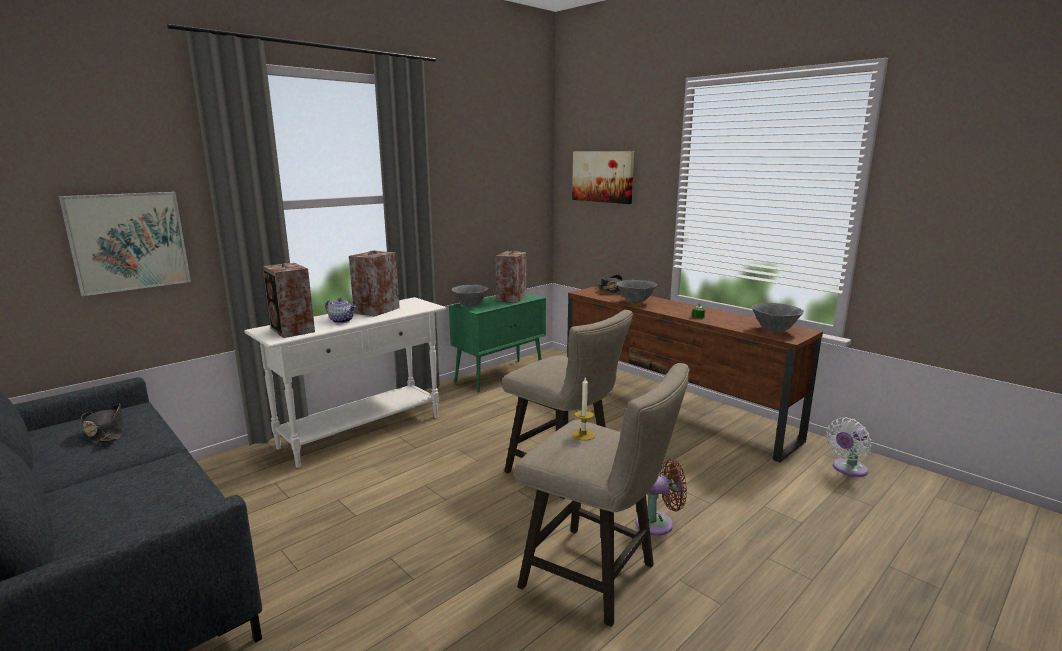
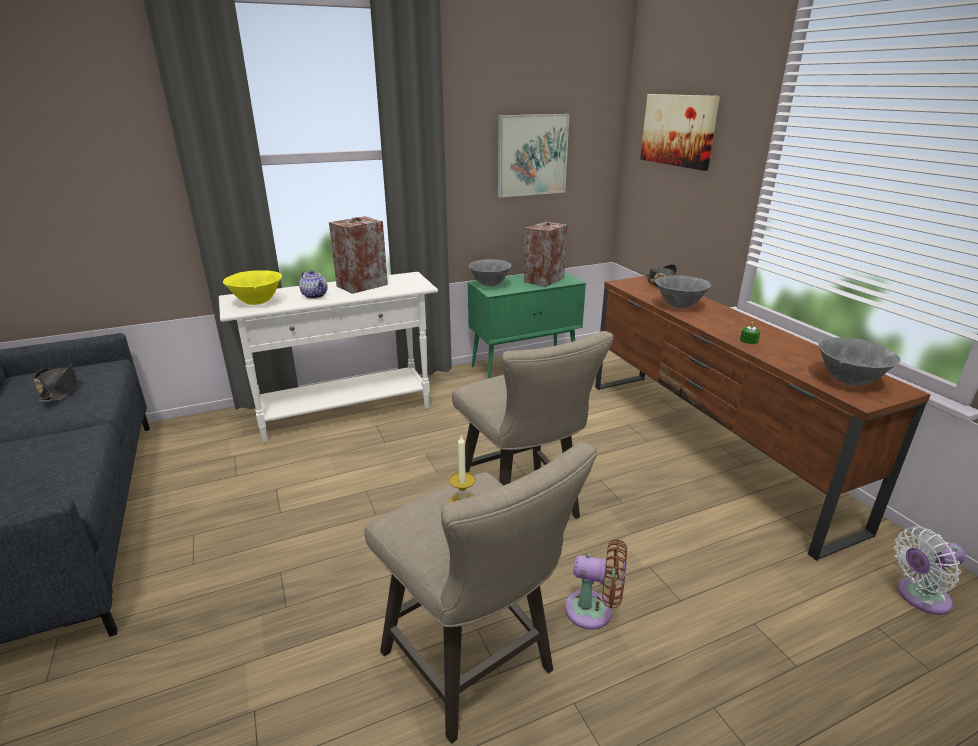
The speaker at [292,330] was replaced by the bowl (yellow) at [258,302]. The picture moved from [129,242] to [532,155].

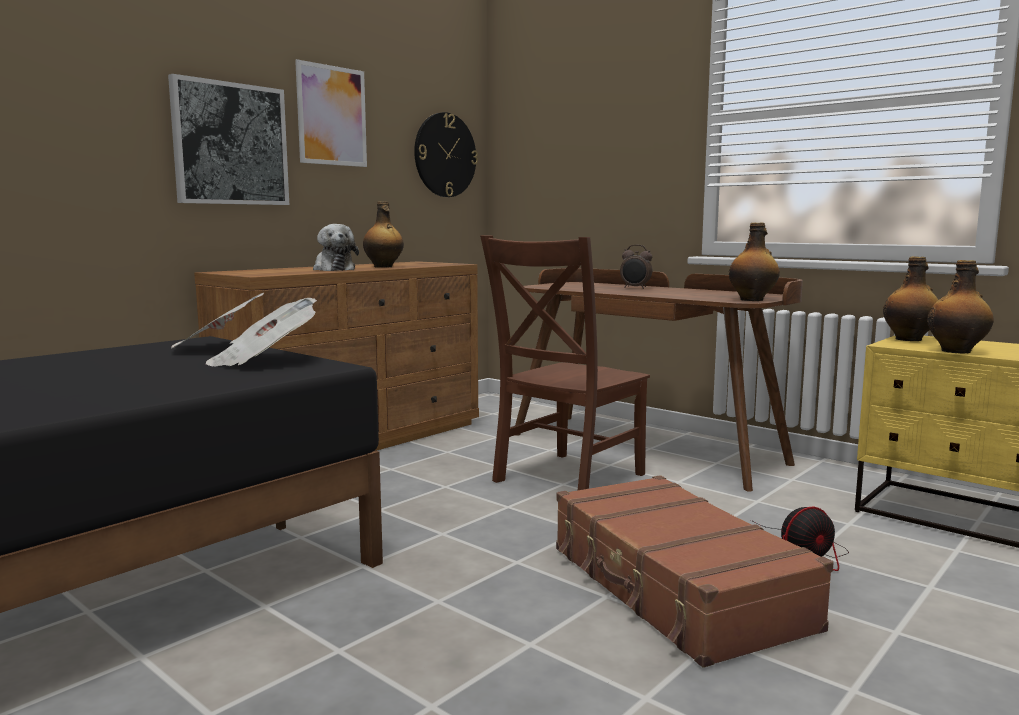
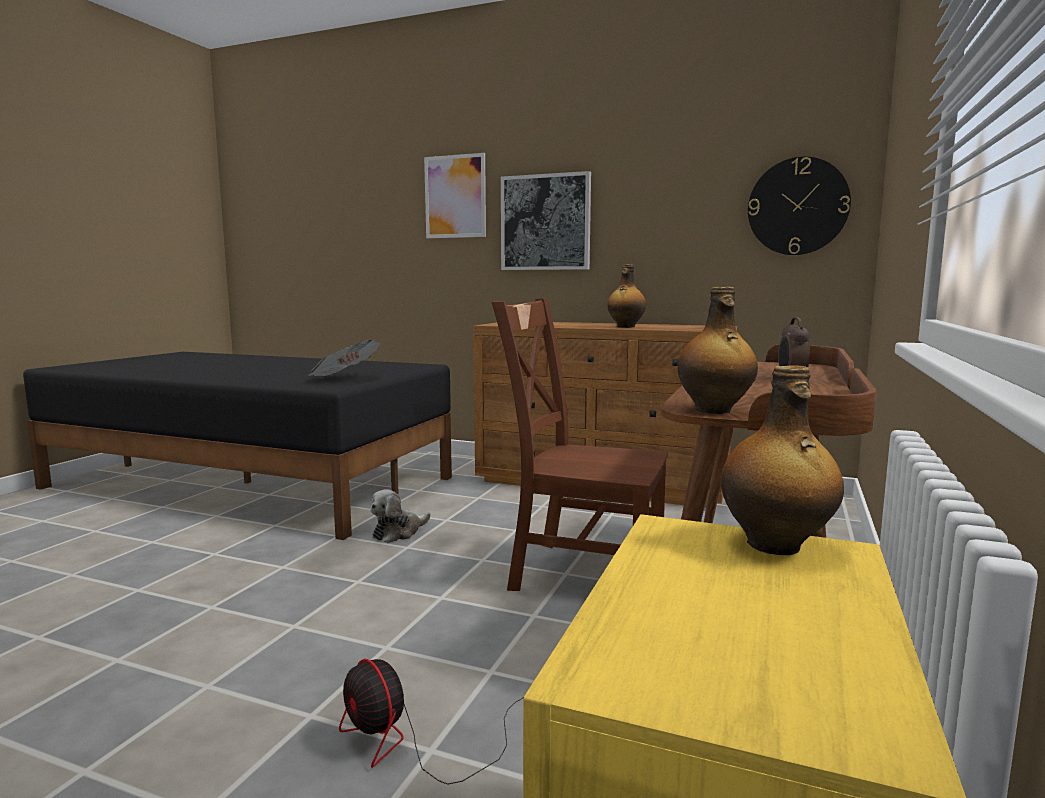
The plush toy moved from [333,269] to [398,532]. The picture moved from [332,115] to [455,196]. The newspaper at [216,348] disappeared. The suitcase (brown) at [675,588] disappeared. The bottle at [957,351] disappeared.

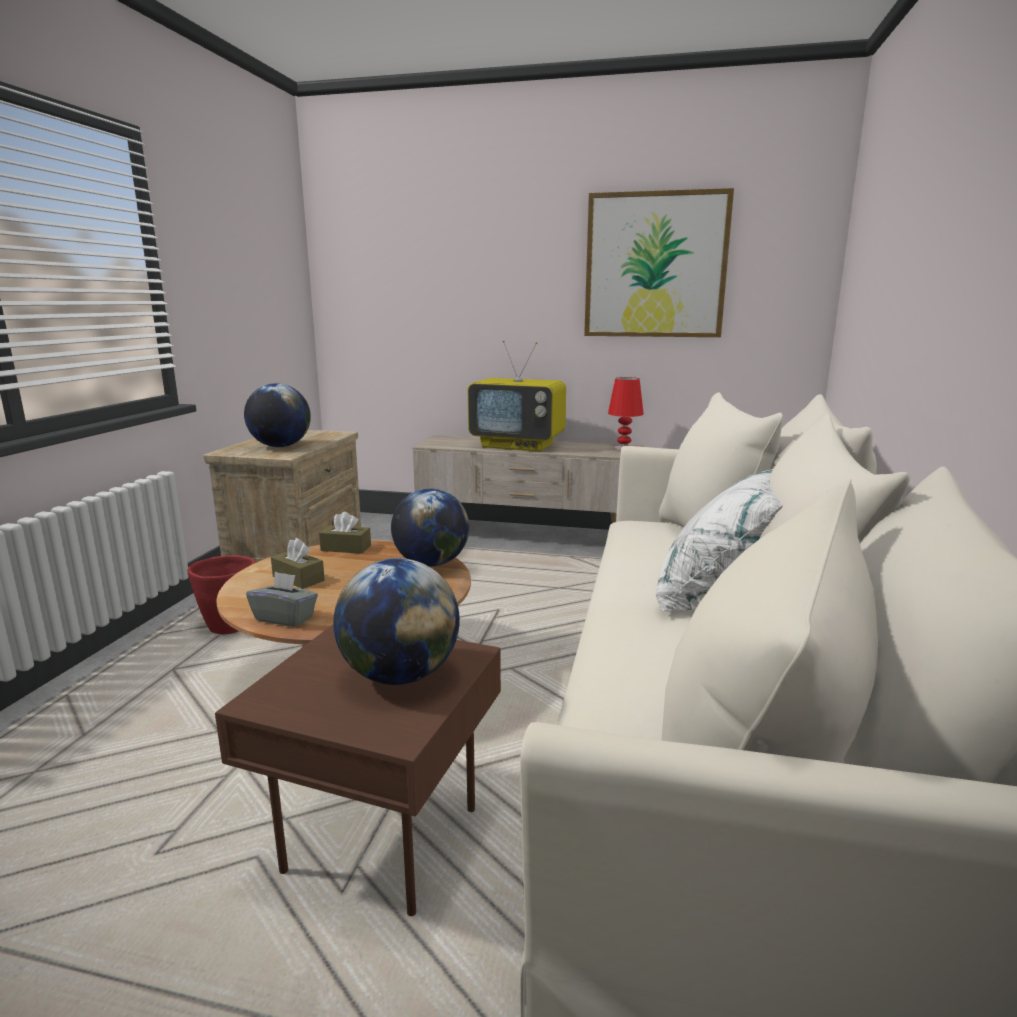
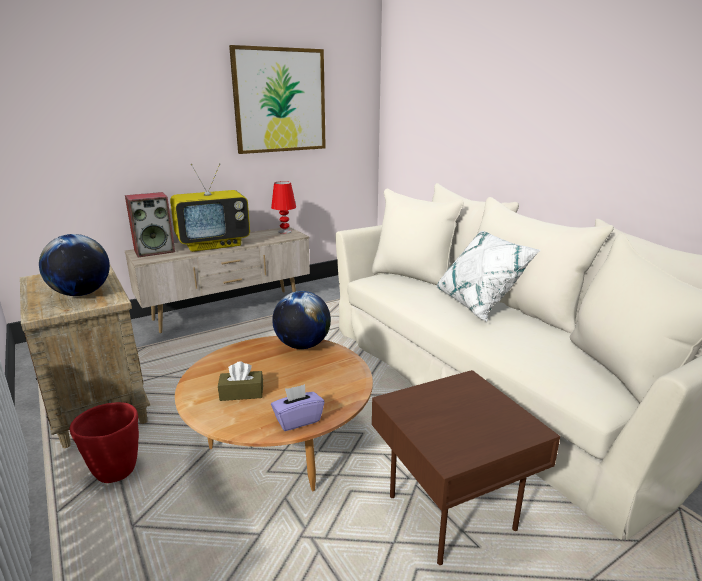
The speaker at [155,251] appeared. The tissue box (grey) at [285,618] became the tissue box (purple) at [298,420]. The tissue box (brown) at [346,548] disappeared. The globe at [400,675] disappeared.

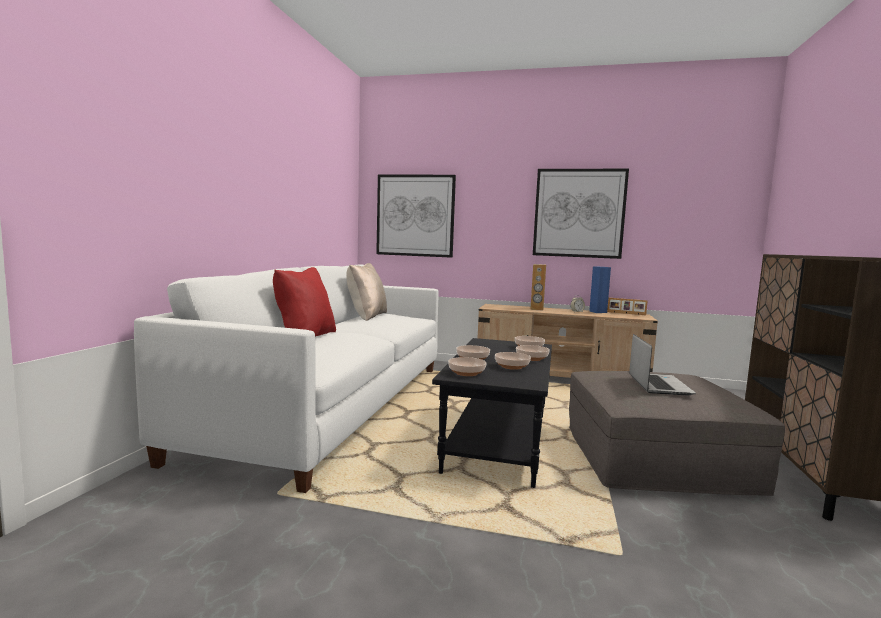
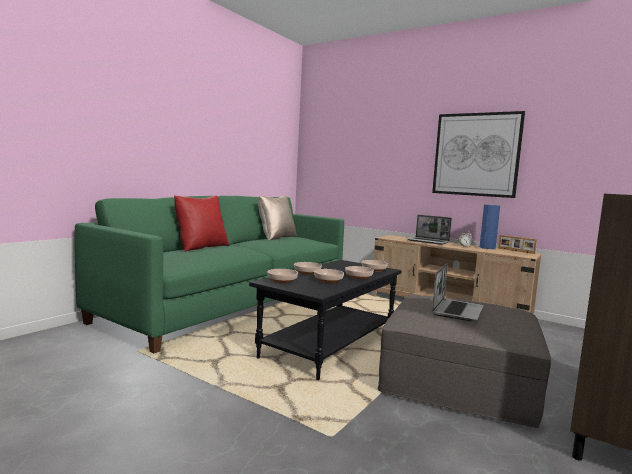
The sofa (white) at [332,405] became the sofa (green) at [233,303]. The speaker (brown) at [536,309] was replaced by the laptop at [429,241]. The picture at [415,215] disappeared.

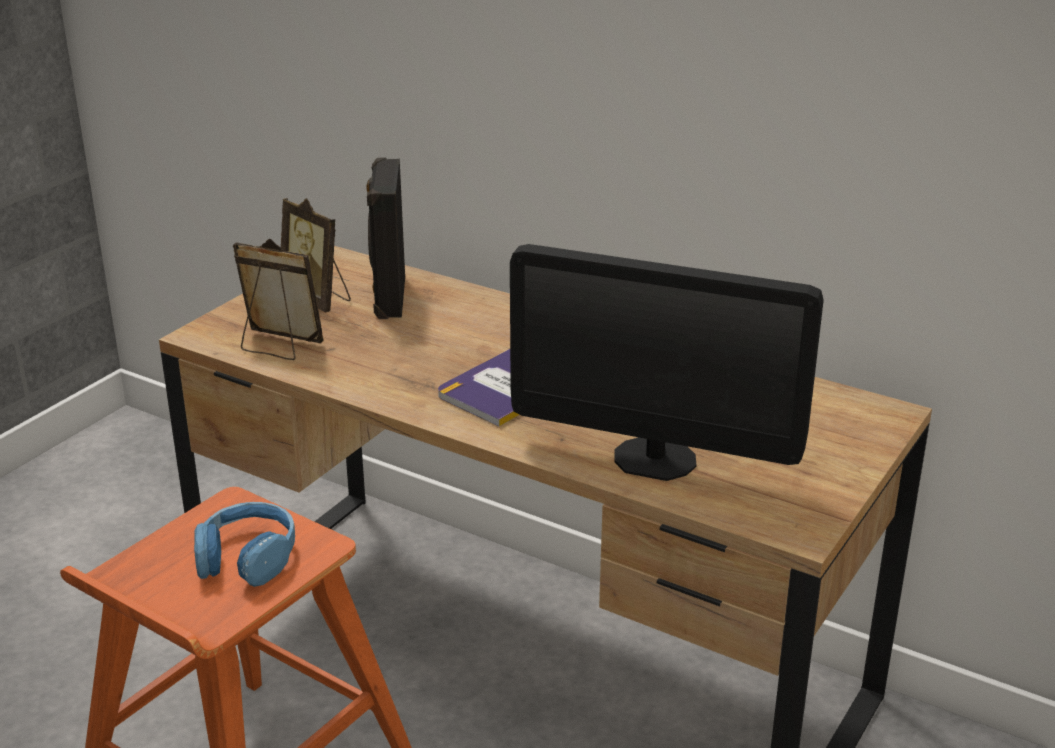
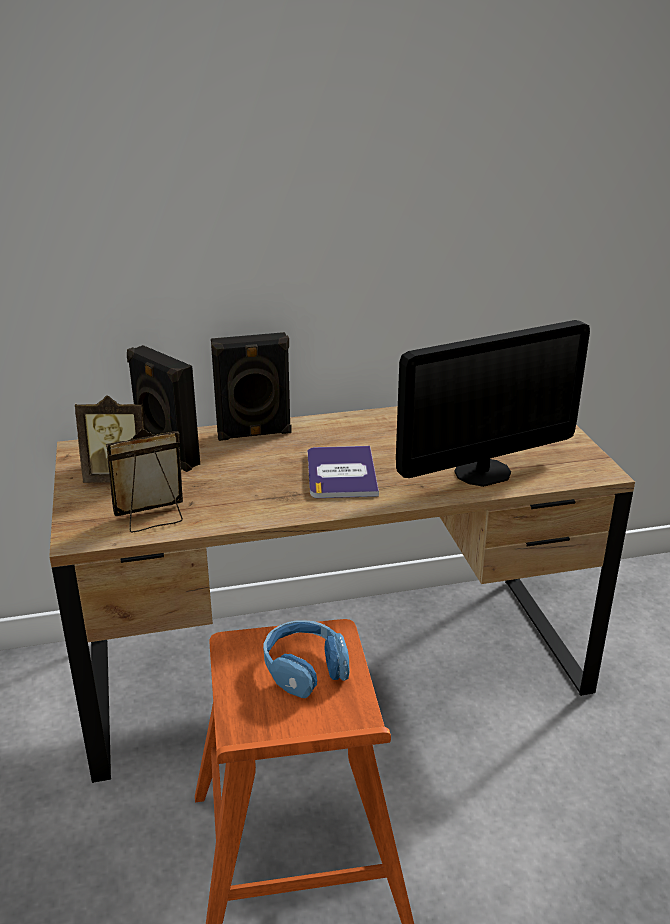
The speaker (black) at [254,434] appeared.

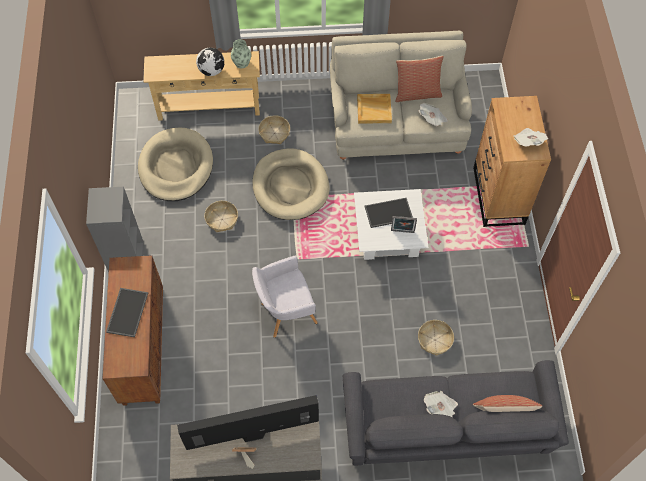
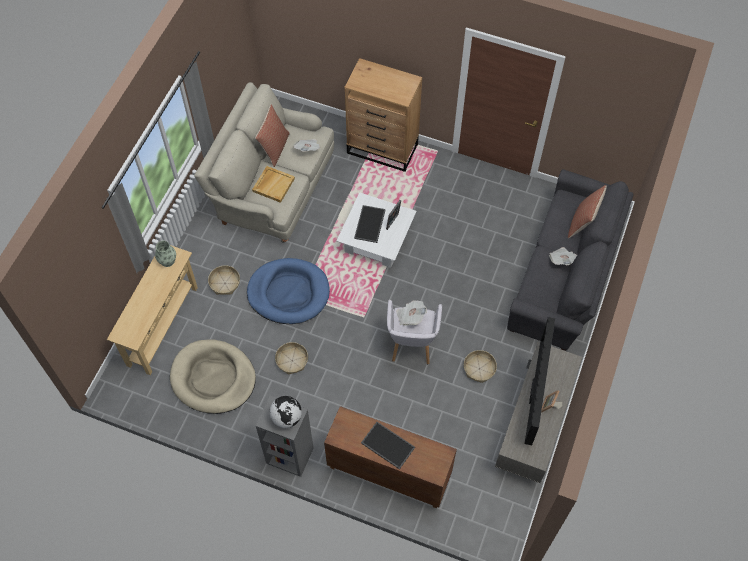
The dog bed (beige) at [290,186] became the dog bed (blue) at [288,293]. The globe moved from [212,71] to [286,417]. The newspaper moved from [528,142] to [410,316]. The basket moved from [434,339] to [479,368].

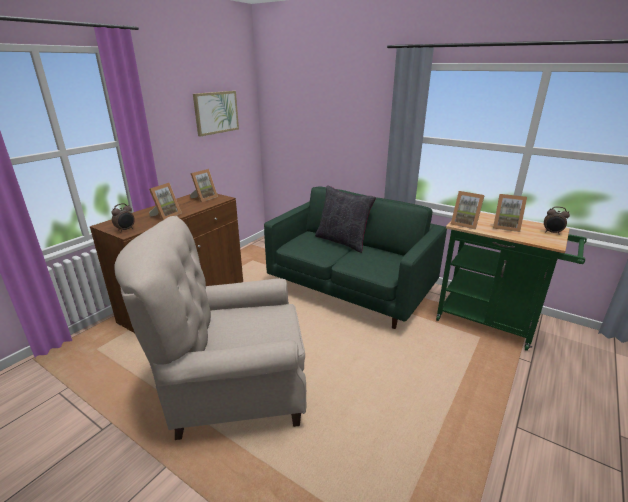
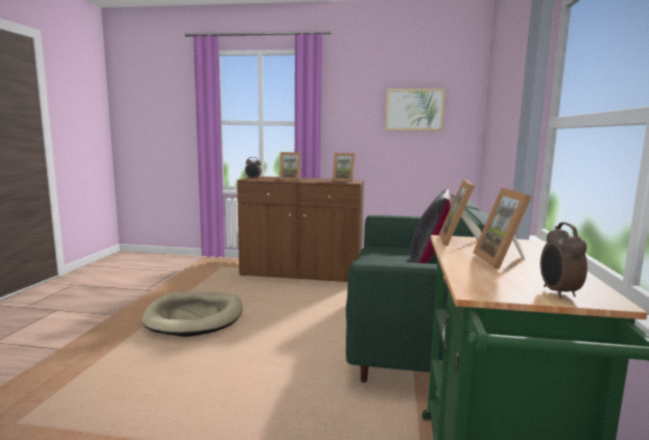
The armchair (beige) at [232,392] was replaced by the dog bed (beige) at [195,317].

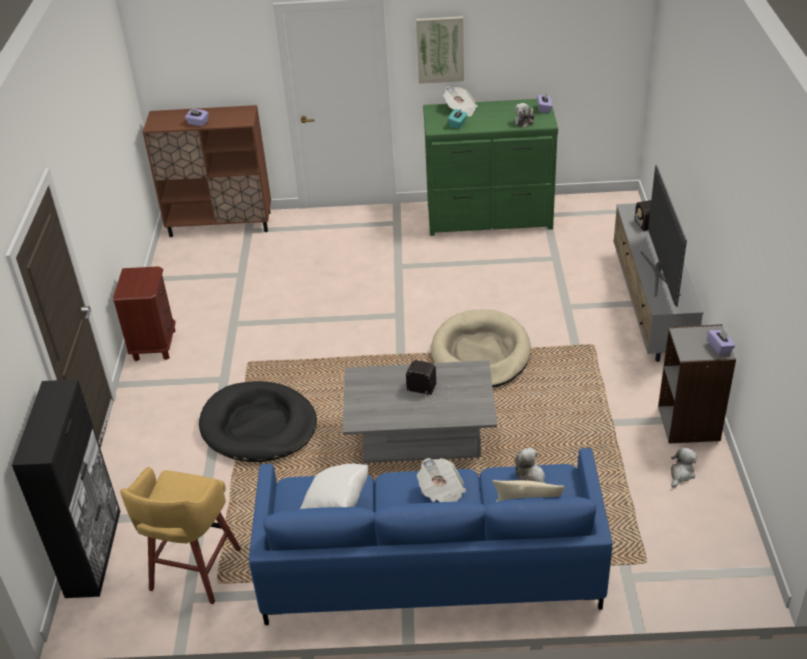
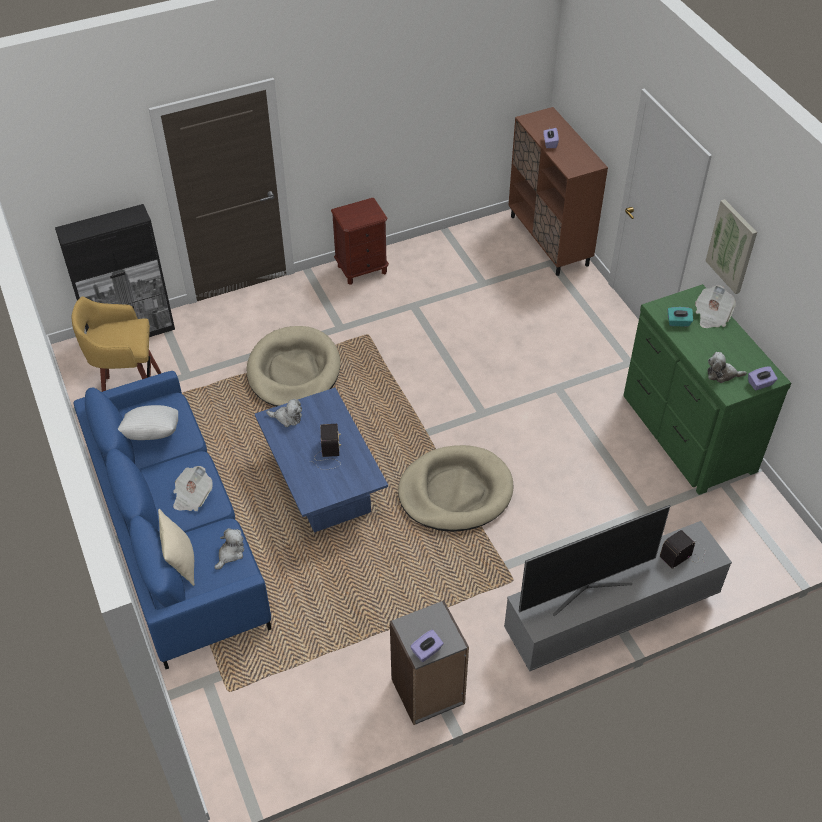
The dog bed (black) at [259,426] became the dog bed (beige) at [294,371]. The coffee table (grey) at [420,437] became the coffee table (blue) at [322,482]. The plush toy moved from [681,474] to [287,418].

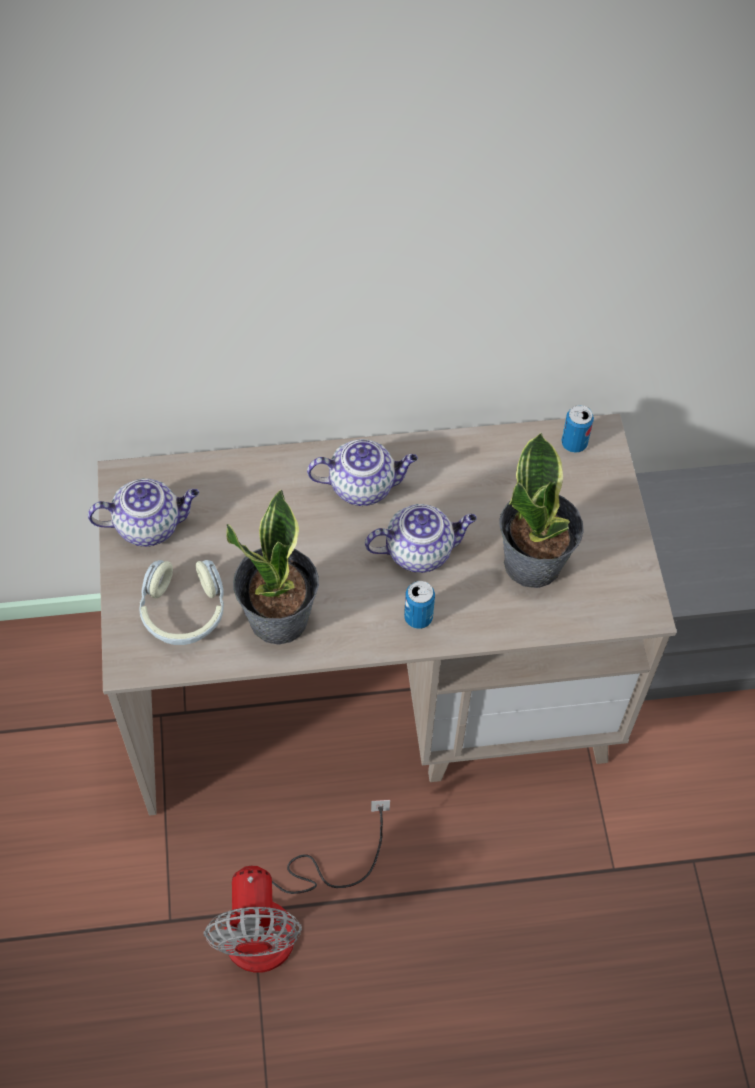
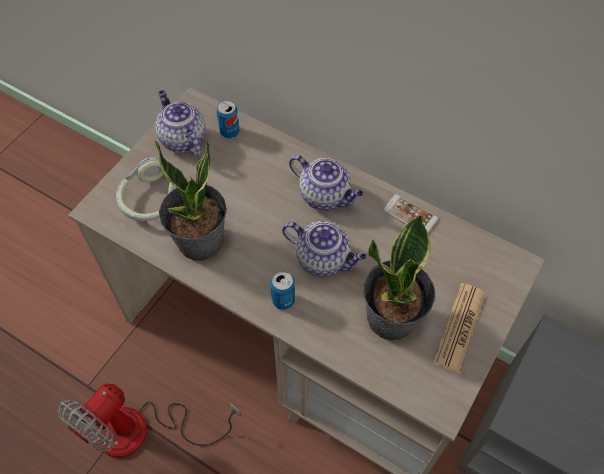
The teapot at [150,525] turned 150 degrees counterclockwise. The can moved from [574,443] to [229,132]. The phone at [410,214] appeared. The newspaper at [459,327] appeared.

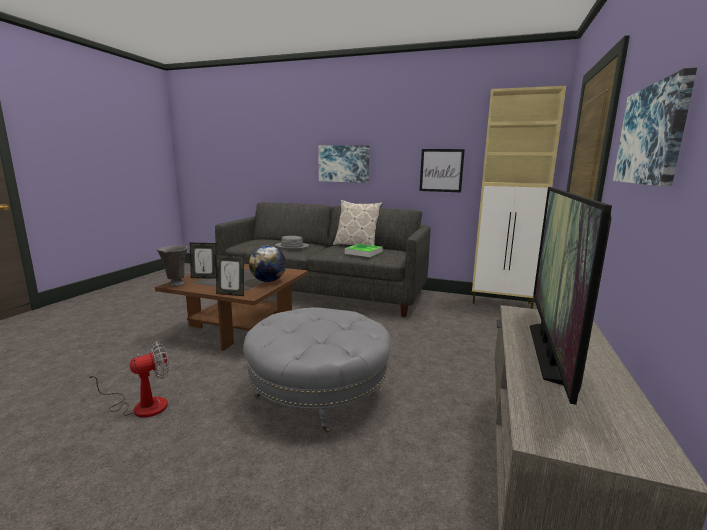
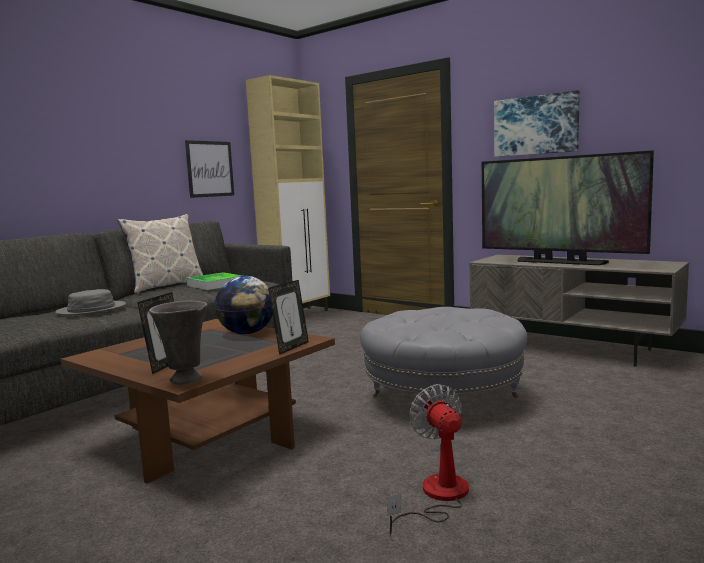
The picture at [344,164] disappeared.

